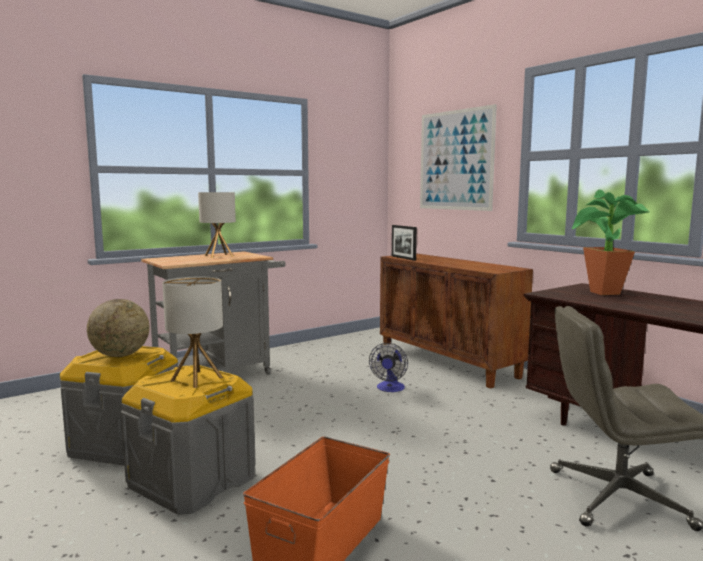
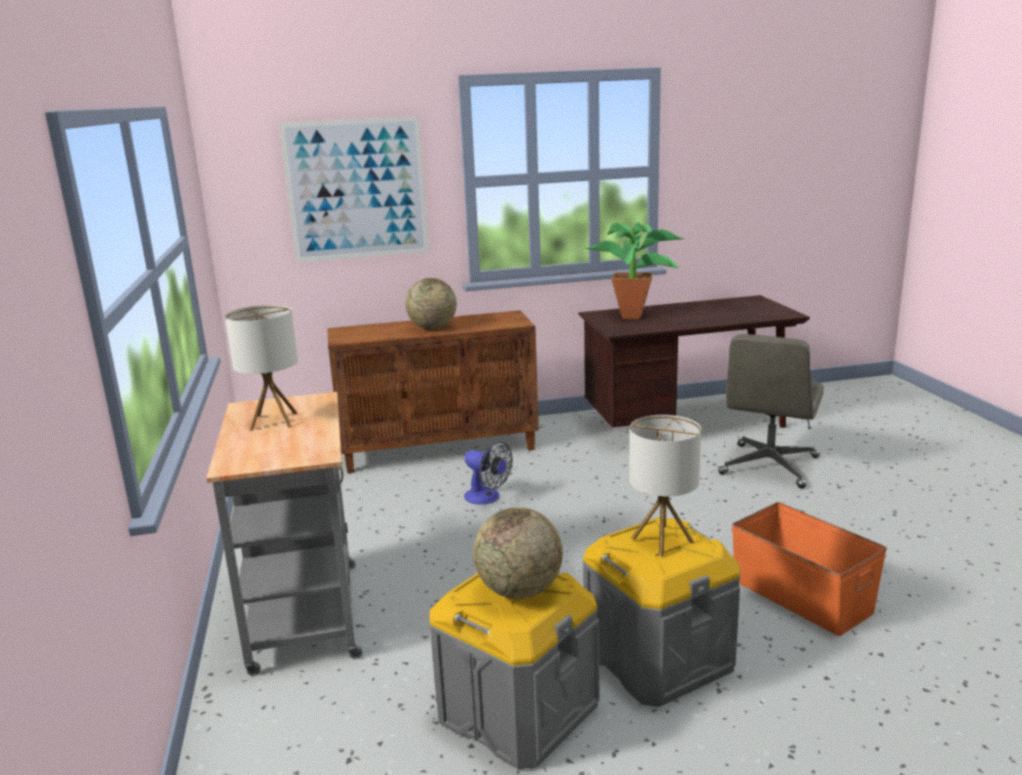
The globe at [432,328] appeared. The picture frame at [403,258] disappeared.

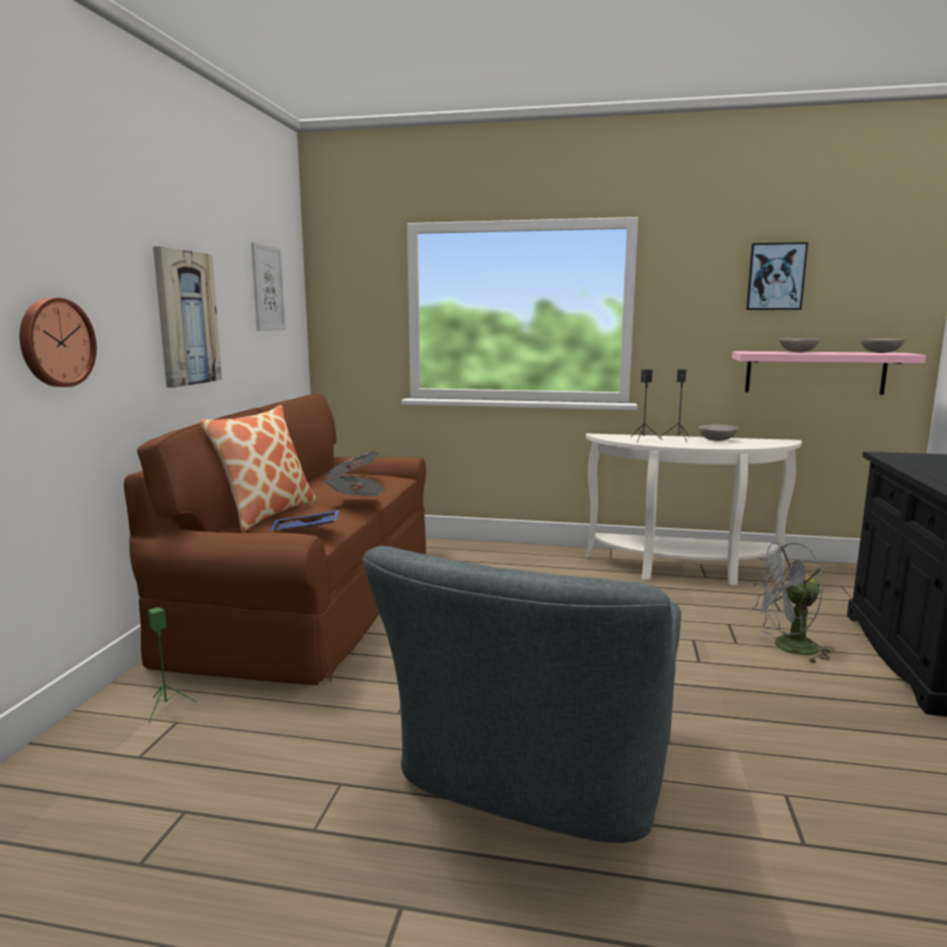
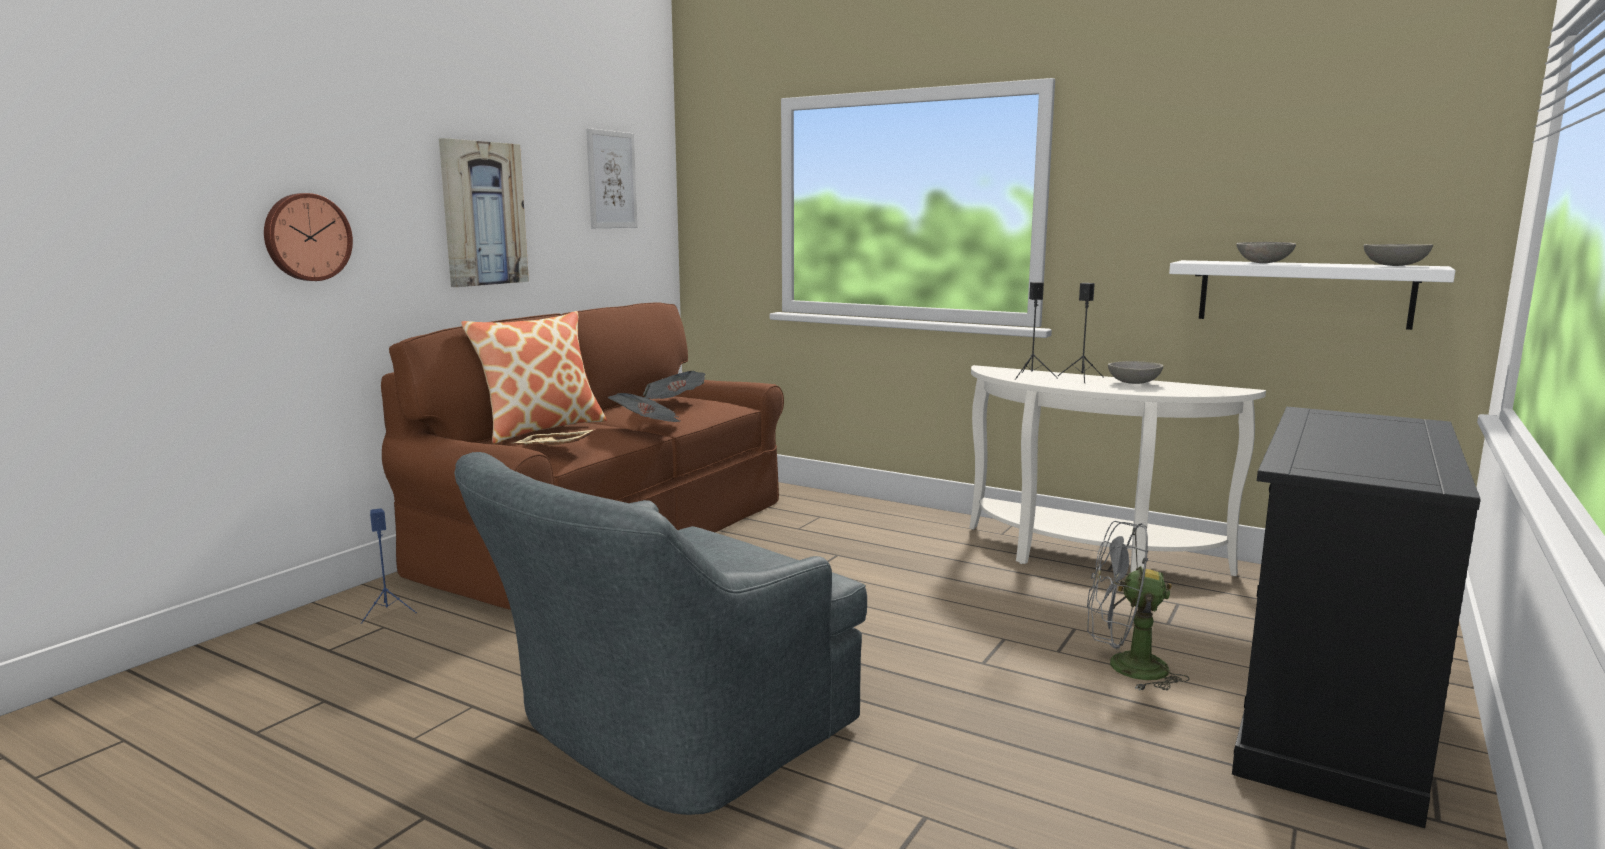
The speaker (green) at [167,706] became the speaker (blue) at [388,612]. The tray (blue) at [305,530] became the tray (beige) at [553,447]. The shelf (pink) at [815,372] became the shelf (white) at [1303,293]. The picture at [775,276] disappeared.

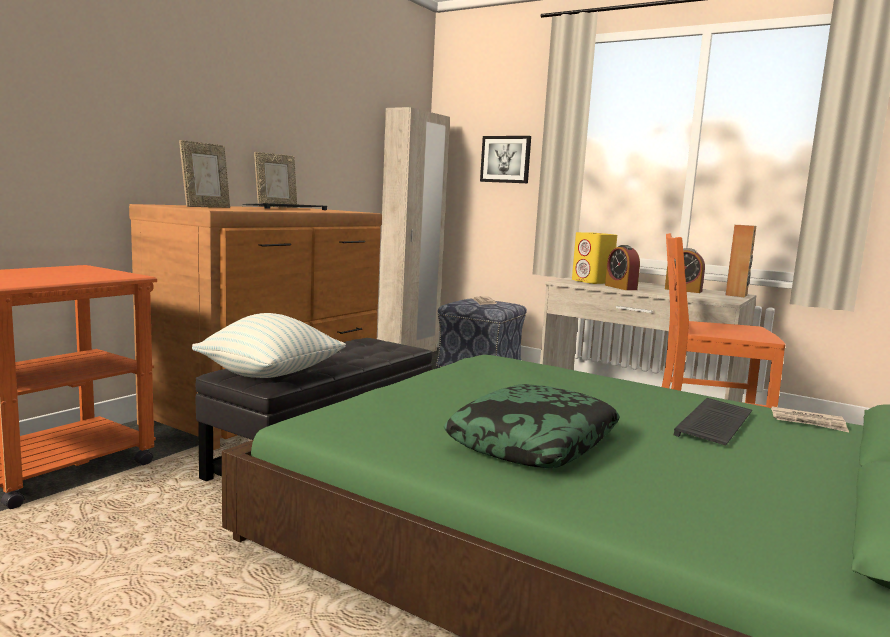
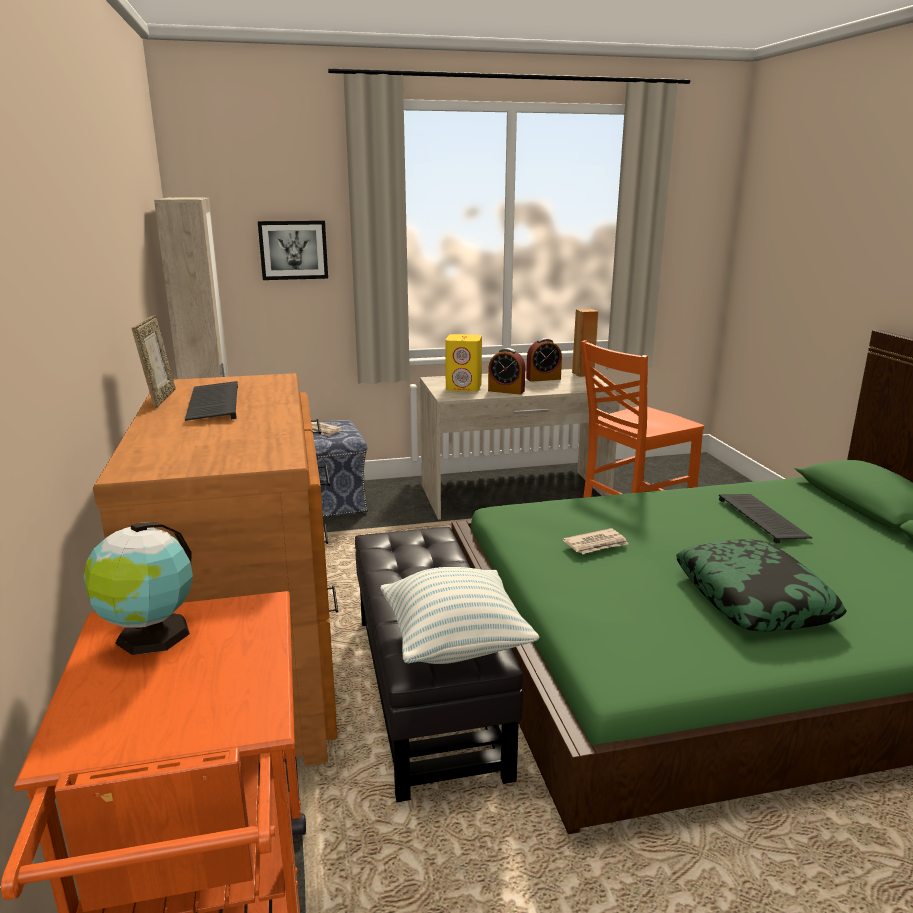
The globe at [150,636] appeared. The newspaper moved from [808,422] to [596,544]. The picture frame at [206,207] disappeared.

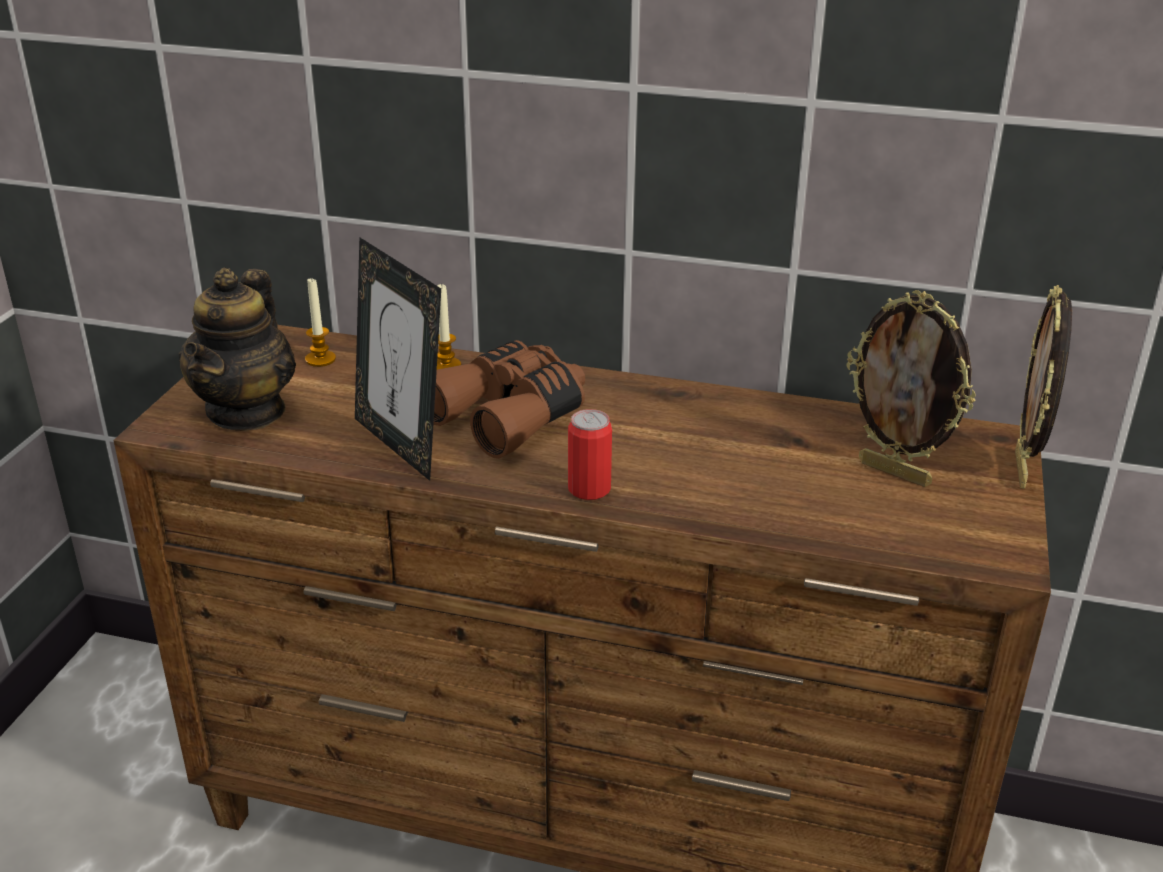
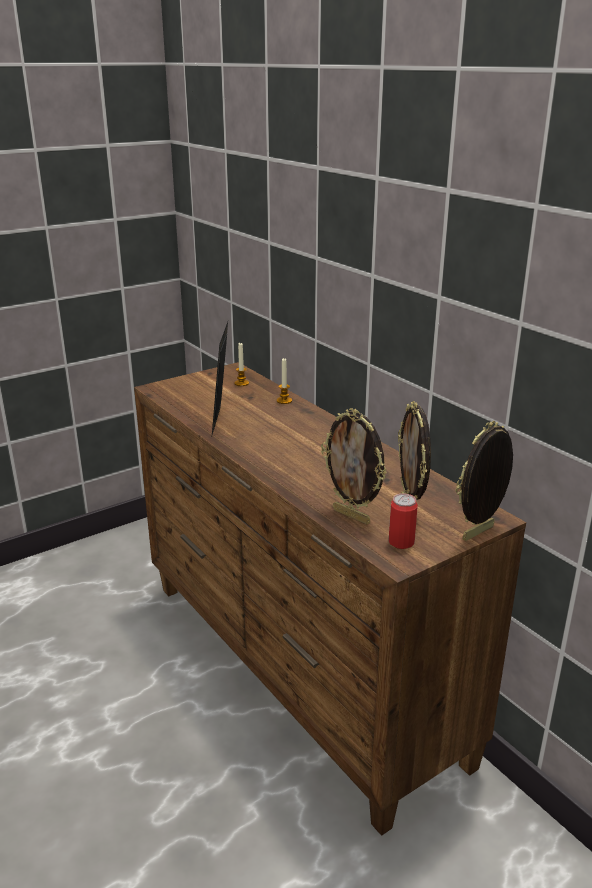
The picture frame at [352,516] appeared. The can moved from [589,489] to [401,542]. The teapot at [247,411] disappeared. The binoculars (brown) at [510,415] disappeared.

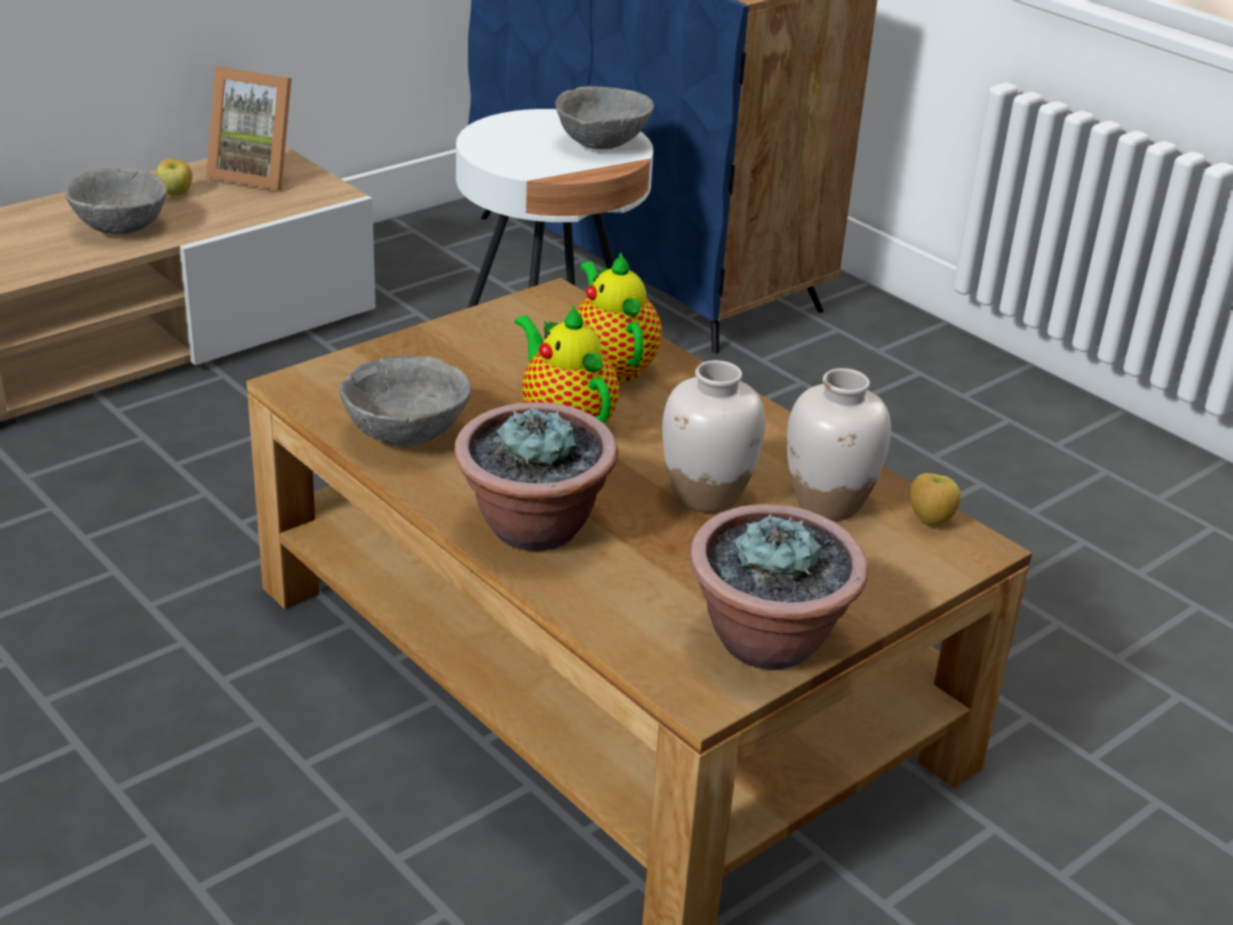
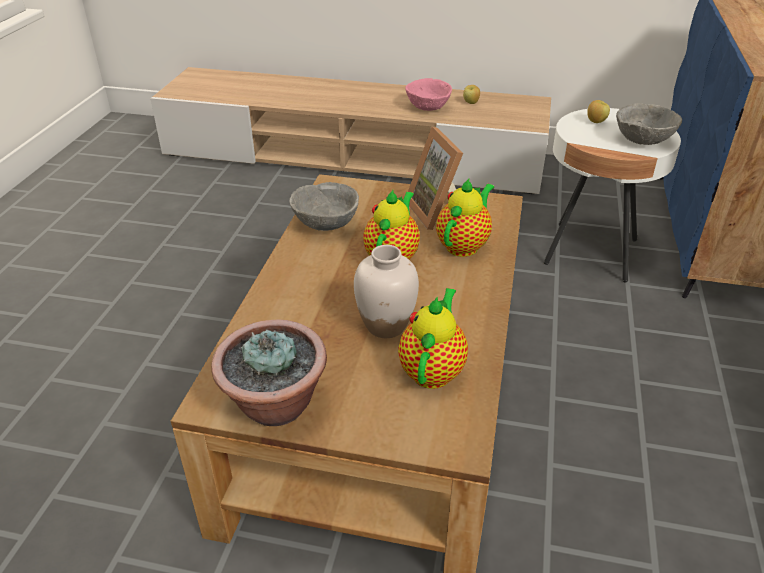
The vase (white) at [829,504] was replaced by the teapot at [433,370]. The bowl (grey) at [120,227] became the bowl (pink) at [428,107]. The picture frame moved from [256,174] to [437,211]. The apple moved from [930,520] to [595,122]. The potted plant at [534,528] disappeared.

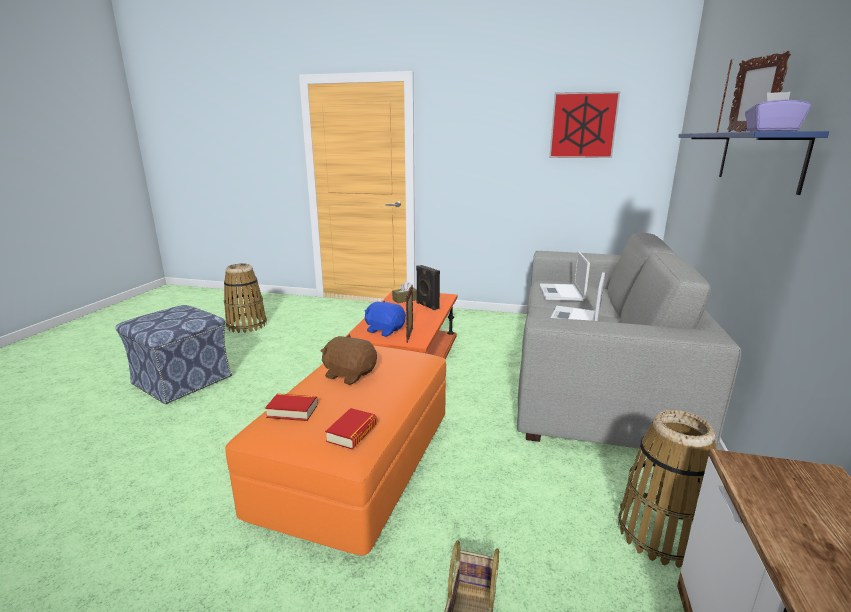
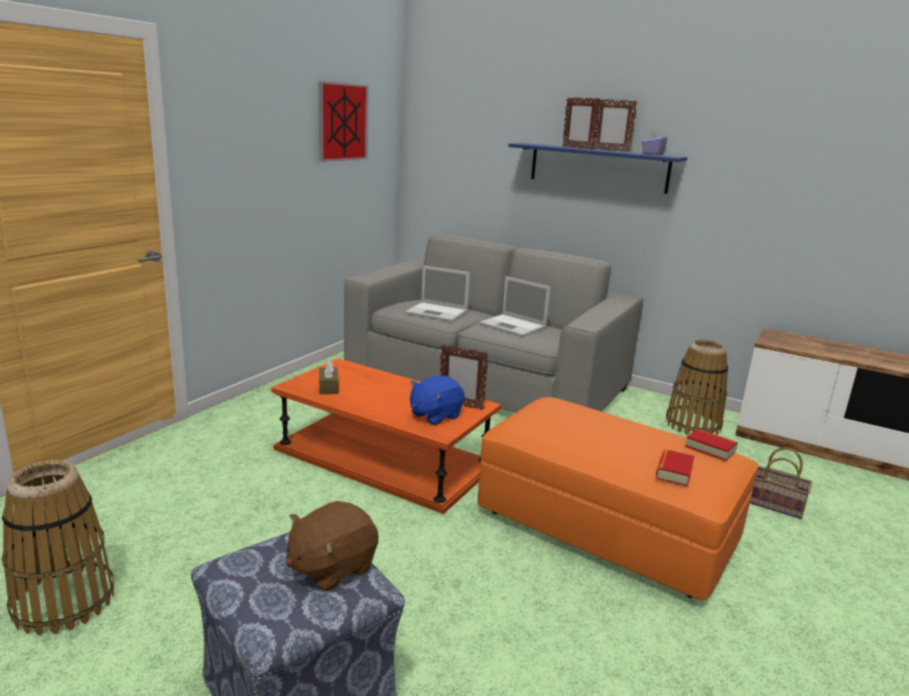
The plush toy (brown) moved from [350,375] to [331,567]. The speaker (black) at [427,306] disappeared.

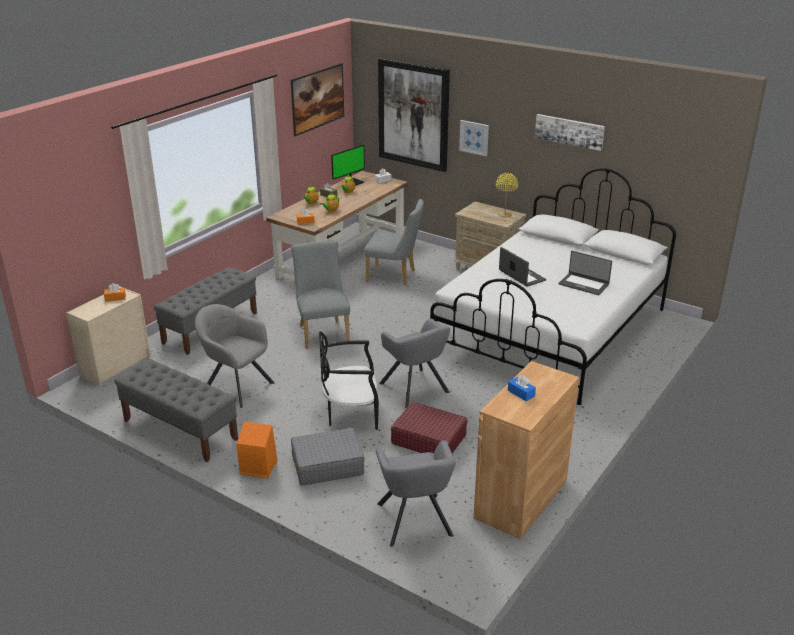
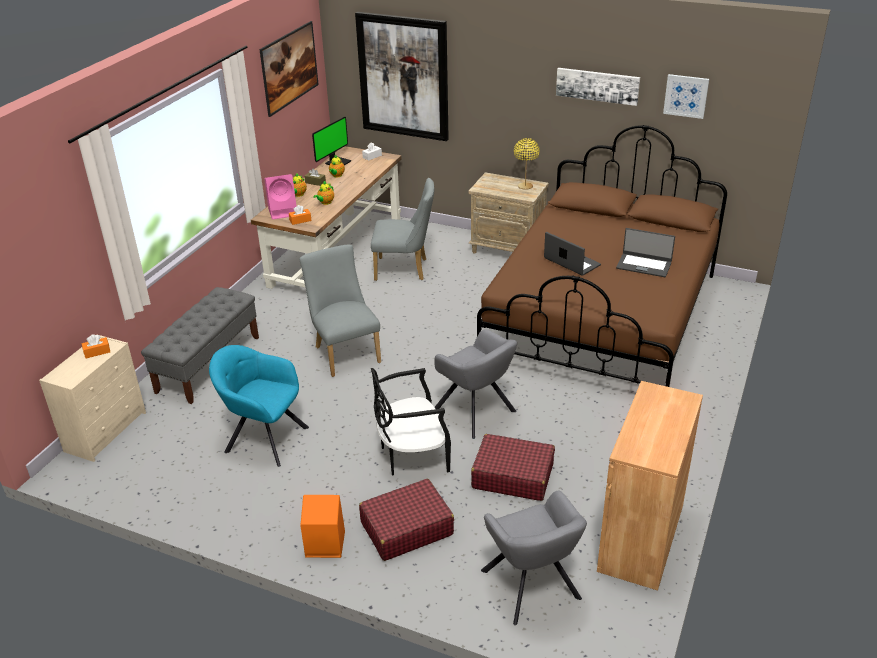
The armchair (grey) at [236,386] became the armchair (turquoise) at [263,438]. The speaker (pink) at [283,211] appeared. The suitcase (grey) at [327,465] became the suitcase (red) at [406,528]. The bed (white) at [551,331] became the bed (brown) at [603,317]. The picture moved from [474,137] to [686,96]. The bench (grey) at [180,430] disappeared. The tissue box (blue) at [521,393] disappeared.

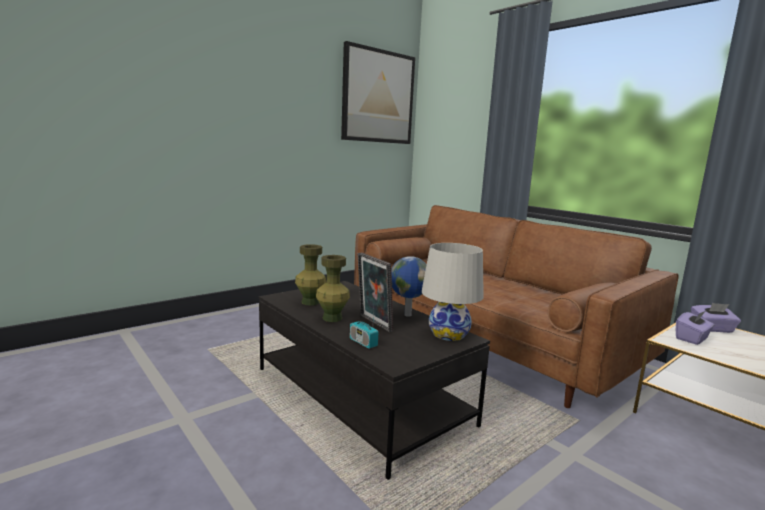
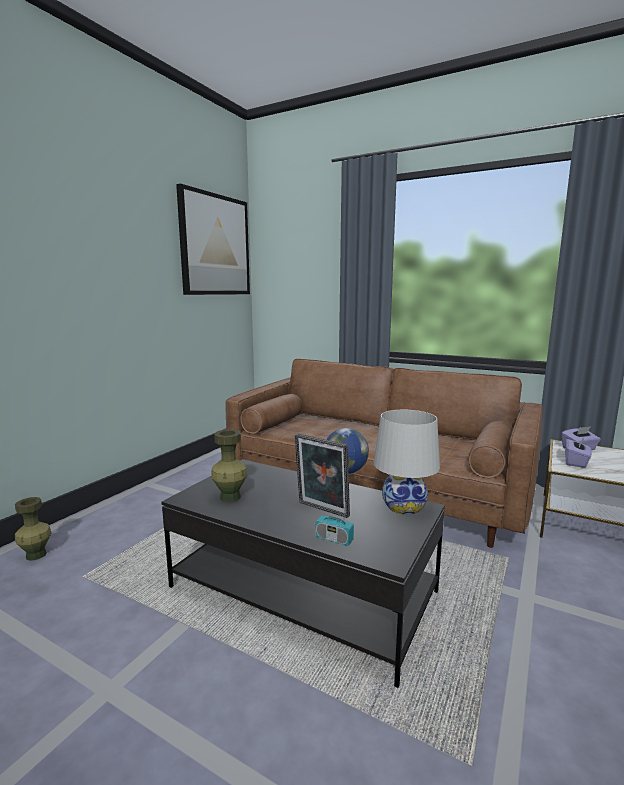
The vase (green) moved from [332,318] to [36,555].

